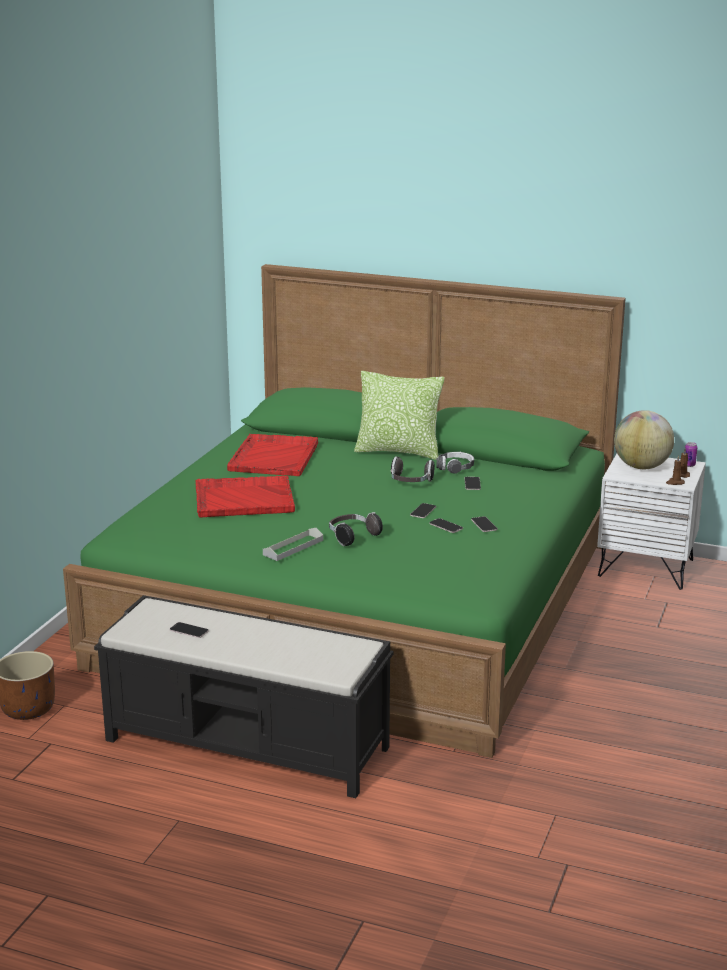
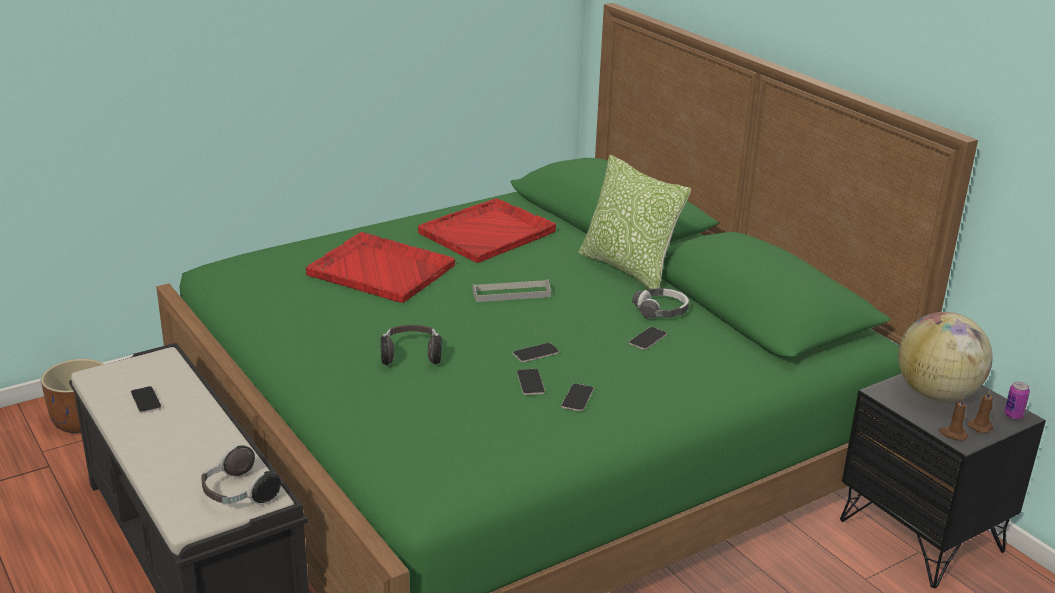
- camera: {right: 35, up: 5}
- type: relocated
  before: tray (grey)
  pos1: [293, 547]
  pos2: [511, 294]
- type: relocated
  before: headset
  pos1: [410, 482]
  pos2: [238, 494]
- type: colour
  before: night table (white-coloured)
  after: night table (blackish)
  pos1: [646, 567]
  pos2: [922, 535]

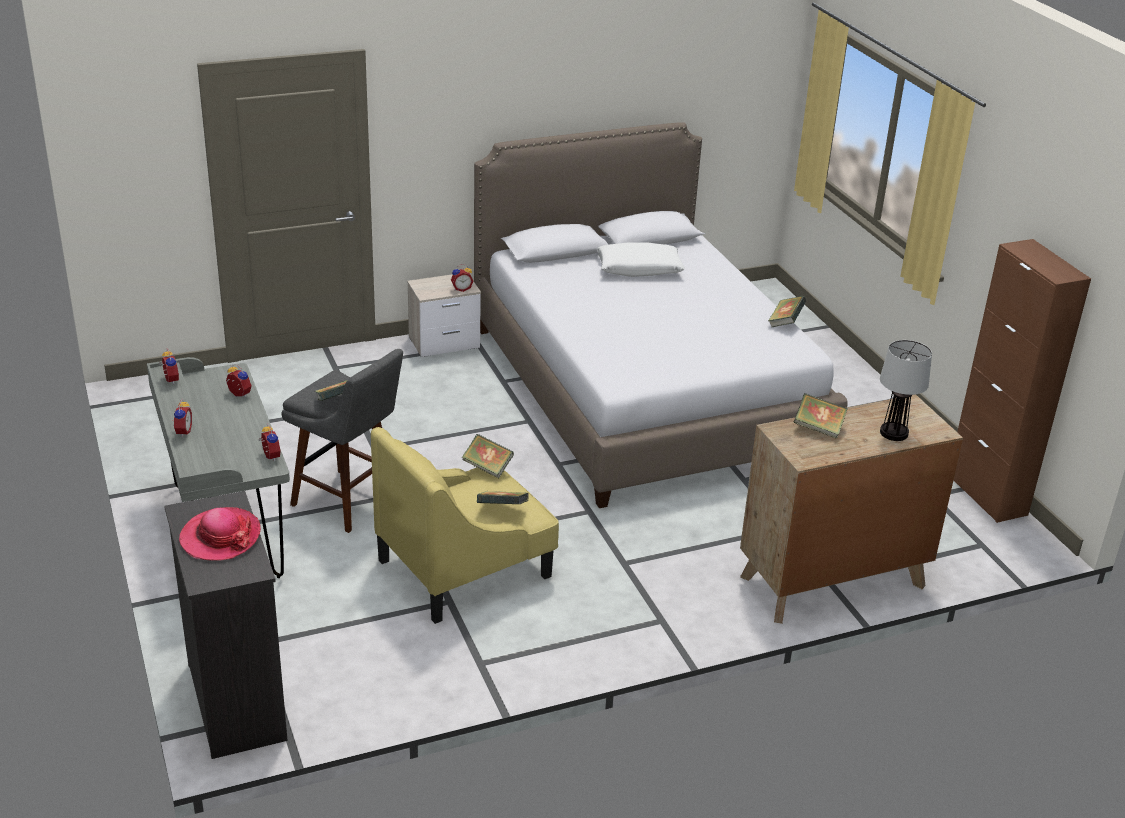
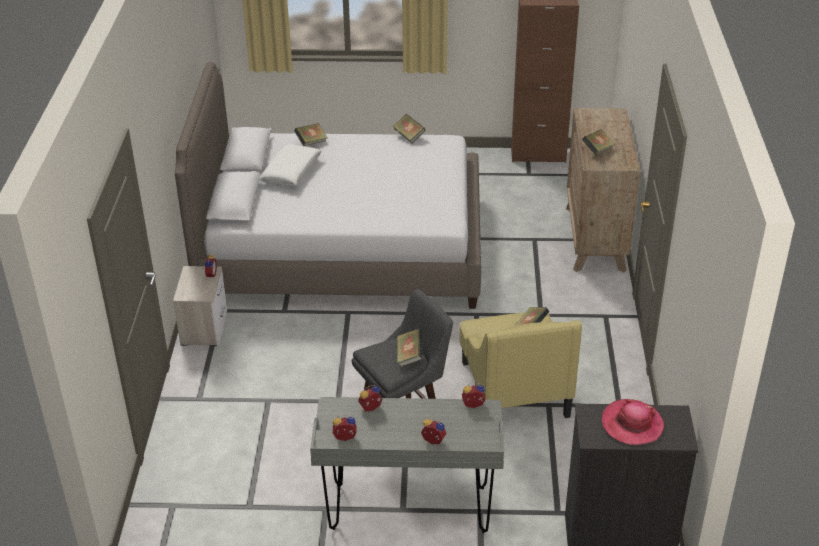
- camera: {right: -65, up: 5}
- type: relocated
  before: volume
  pos1: [487, 467]
  pos2: [311, 142]
- type: missing
  before: table lamp
  pos1: [894, 433]

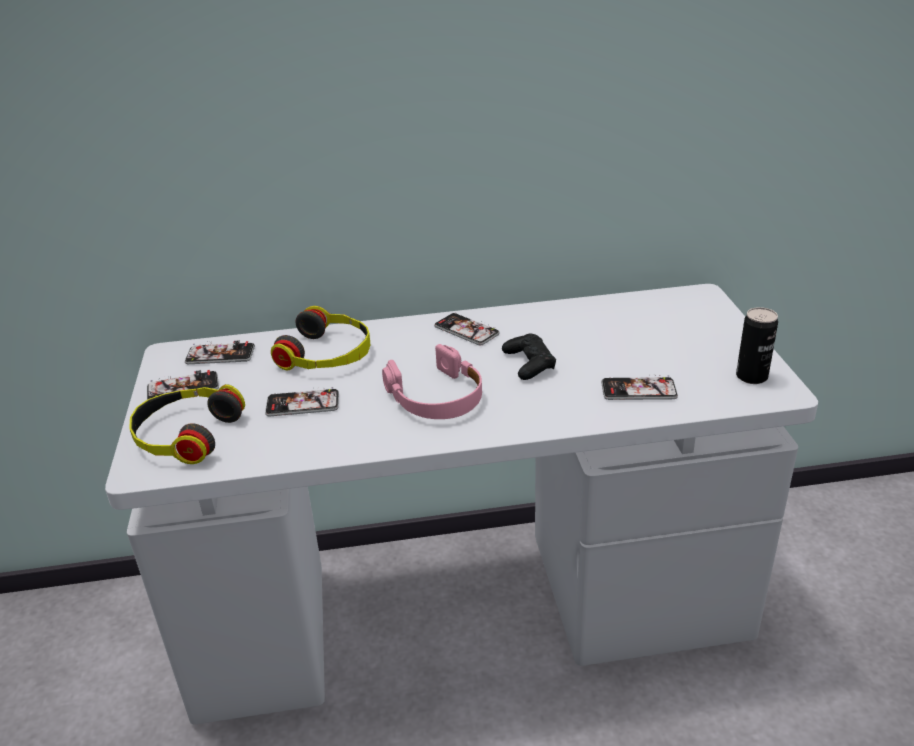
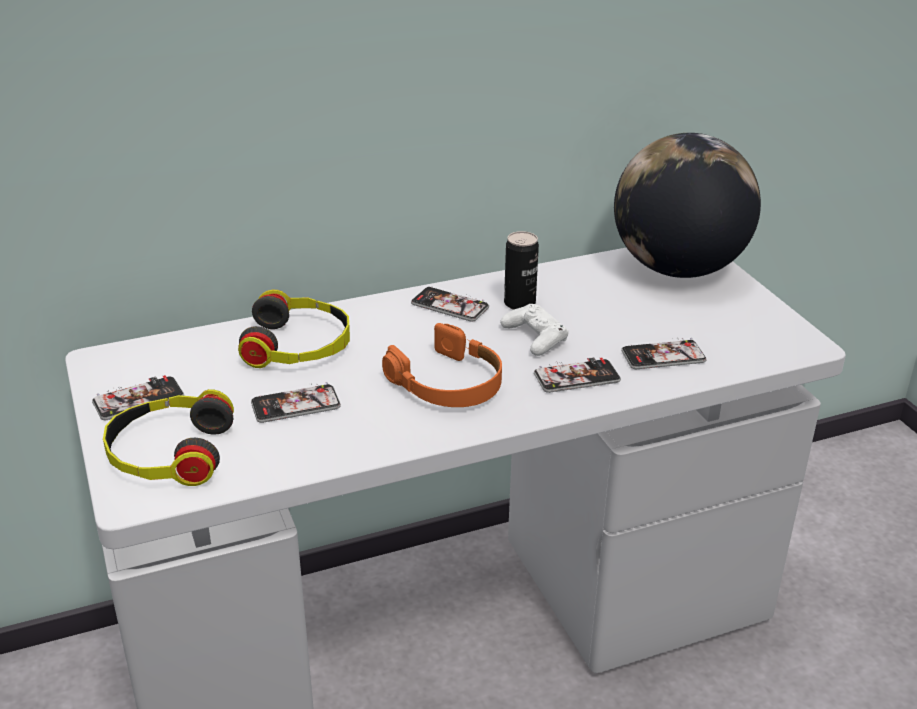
- camera: {right: -15, up: 0}
- type: relocated
  before: telephone
  pos1: [220, 355]
  pos2: [577, 377]
- type: colour
  before: headset (pink)
  after: headset (orange-coloured)
  pos1: [437, 397]
  pos2: [448, 383]
- type: colour
  before: game controller (blackish)
  after: game controller (white-coloured)
  pos1: [529, 363]
  pos2: [535, 337]
- type: relocated
  before: can
  pos1: [751, 376]
  pos2: [519, 303]
- type: appeared
  after: world globe
  pos2: [677, 268]

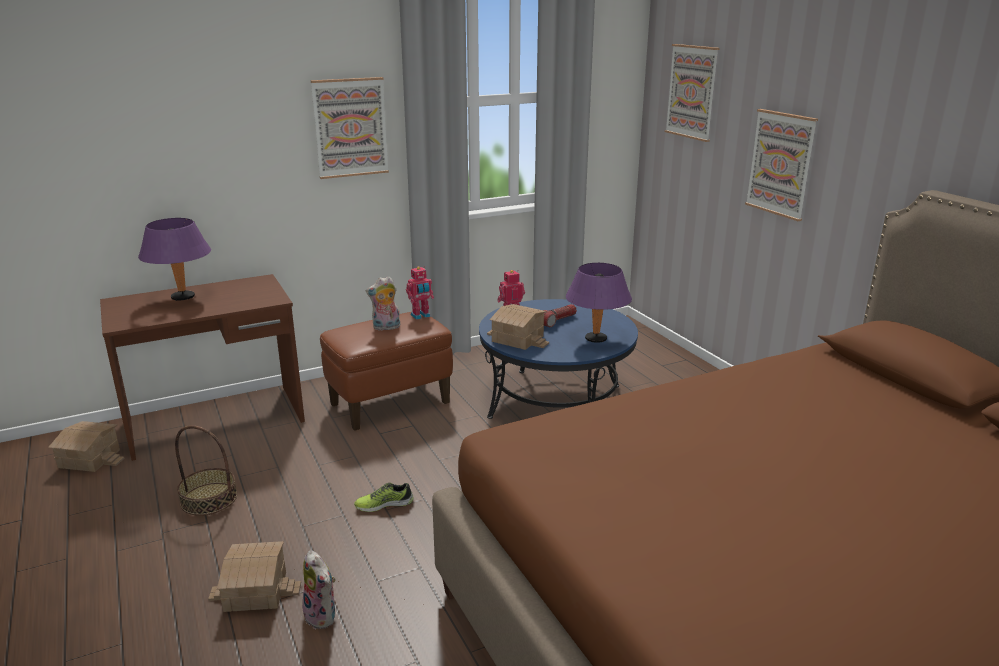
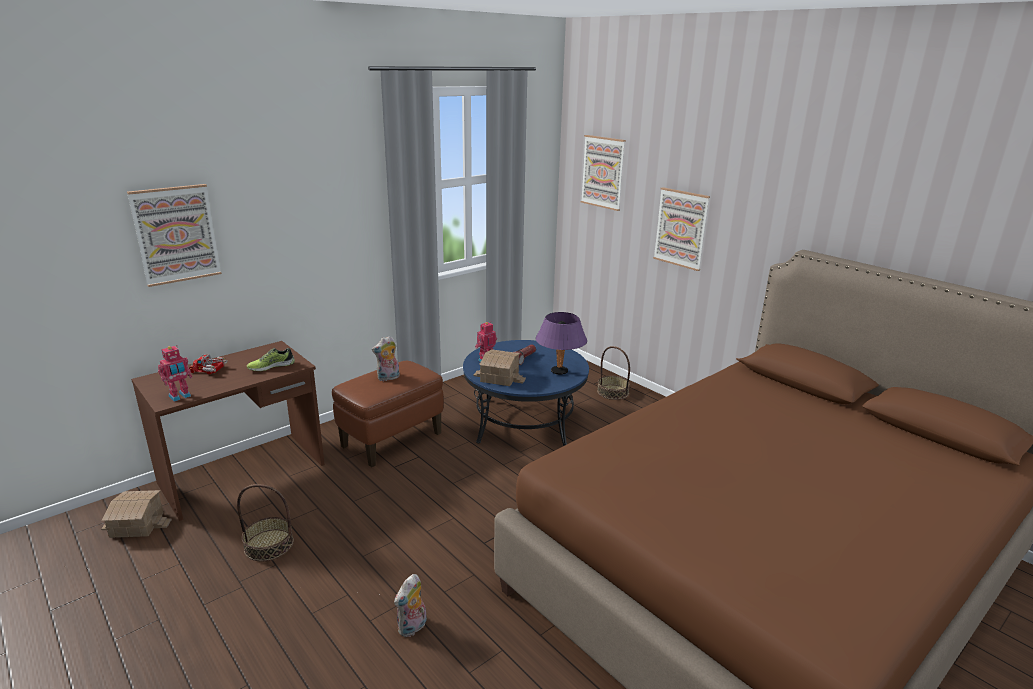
- camera: {right: -15, up: 0}
- type: exchanged
  before: table lamp (purple-coloured)
  after: model truck
  pos1: [182, 297]
  pos2: [211, 370]
- type: missing
  before: toy house
  pos1: [255, 590]
- type: spun
  before: cuddly toy
  pos1: [323, 616]
  pos2: [413, 628]
  turn: 90
- type: relocated
  before: wall picture
  pos1: [350, 127]
  pos2: [176, 234]
- type: relocated
  before: low shoe
  pos1: [384, 504]
  pos2: [271, 366]
- type: relocated
  before: model robot
  pos1: [421, 316]
  pos2: [180, 396]
- type: appeared
  after: basket
  pos2: [613, 392]

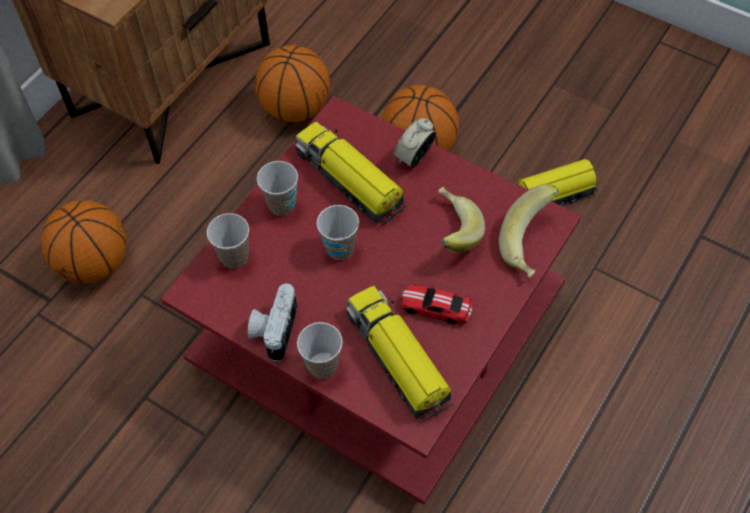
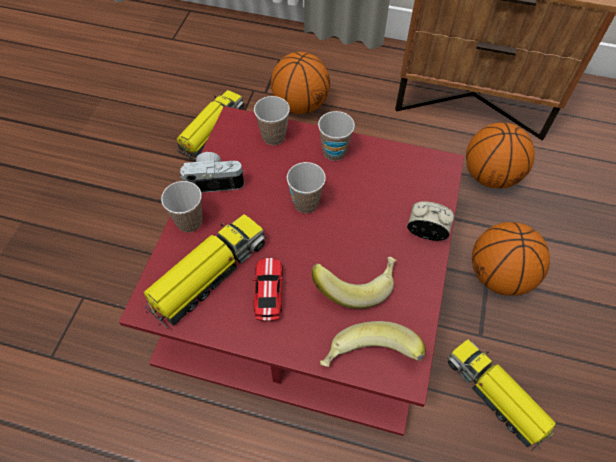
- camera: {right: 70, up: 0}
- type: relocated
  before: model truck
  pos1: [350, 181]
  pos2: [211, 130]

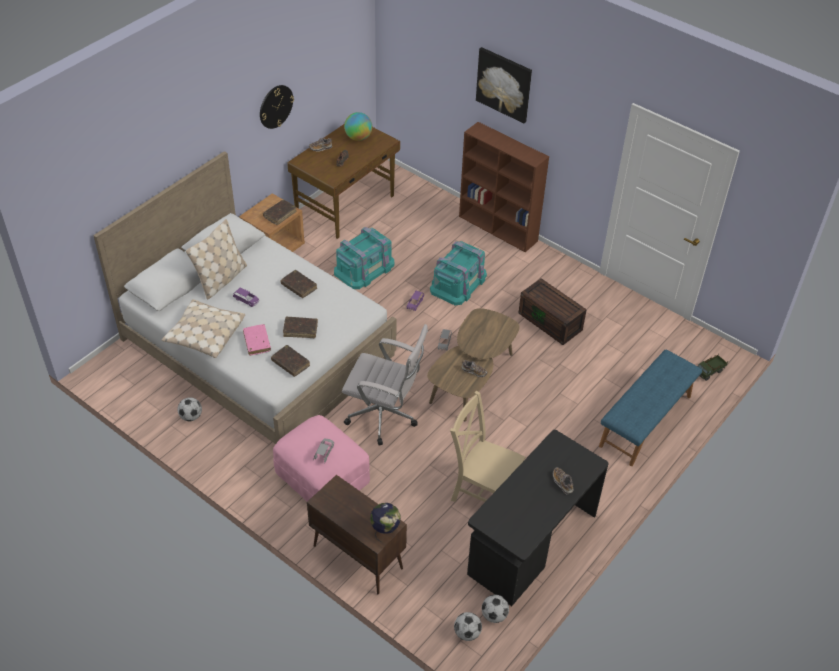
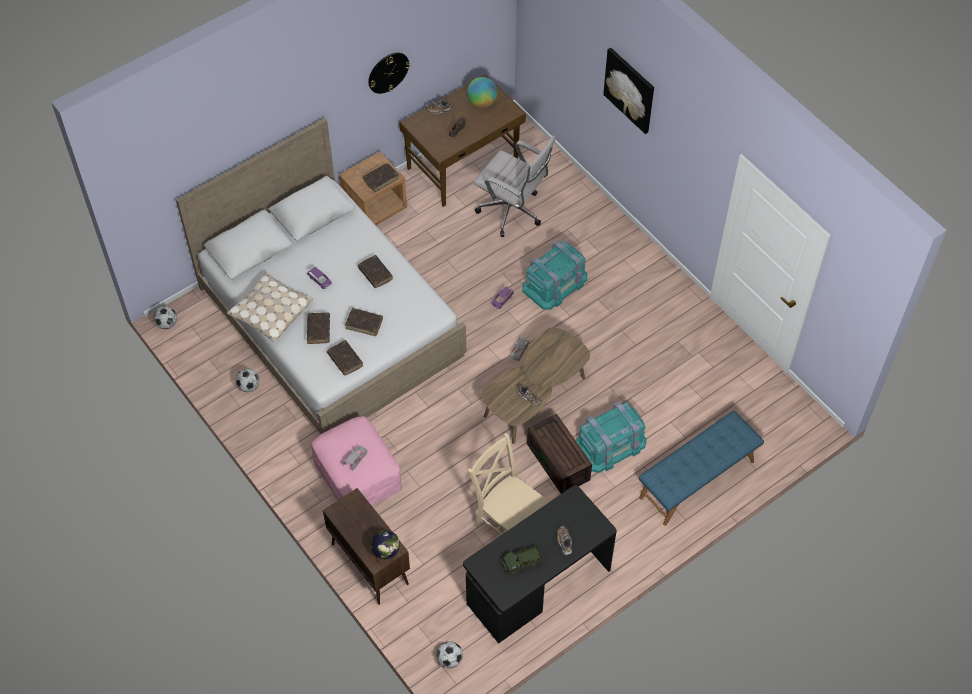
- camera: {right: 15, up: 10}
- type: missing
  before: throw pillow (beige-coloured)
  pos1: [221, 279]
- type: colour
  before: volume (pink)
  after: volume (brown-coloured)
  pos1: [257, 342]
  pos2: [318, 330]
- type: relocated
  before: storage bin (turquoise-coloured)
  pos1: [364, 268]
  pos2: [610, 444]
- type: relocated
  before: office chair (white-coloured)
  pos1: [385, 417]
  pos2: [513, 212]
- type: missing
  before: bookcase (brown-coloured)
  pos1: [498, 229]
- type: relocated
  before: football ball
  pos1: [494, 615]
  pos2: [167, 324]
- type: relocated
  before: storage bin (brown-coloured)
  pos1: [551, 321]
  pos2: [559, 462]
- type: relocated
  before: model truck
  pos1: [709, 372]
  pos2: [522, 563]

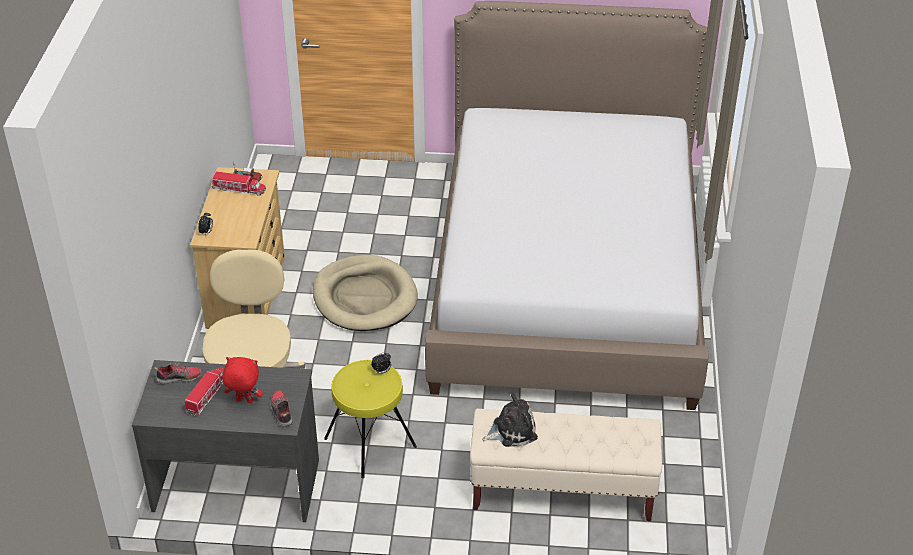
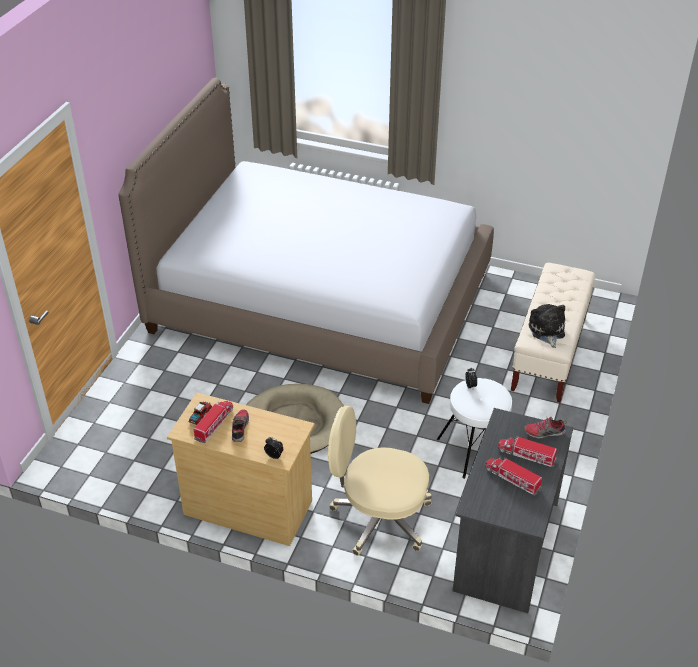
- camera: {right: -75, up: 0}
- type: relocated
  before: low shoe
  pos1: [179, 377]
  pos2: [239, 428]
- type: exchanged
  before: cuddly toy (red-coloured)
  after: model truck
  pos1: [244, 401]
  pos2: [526, 455]
- type: colour
  before: stool (yellow)
  after: stool (white-coloured)
  pos1: [370, 442]
  pos2: [474, 449]

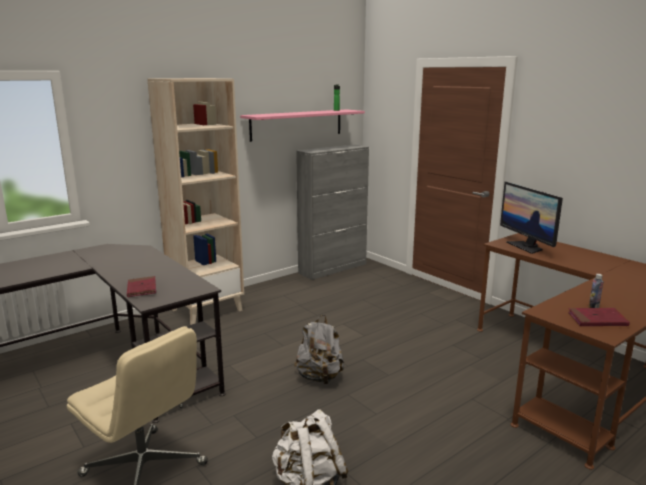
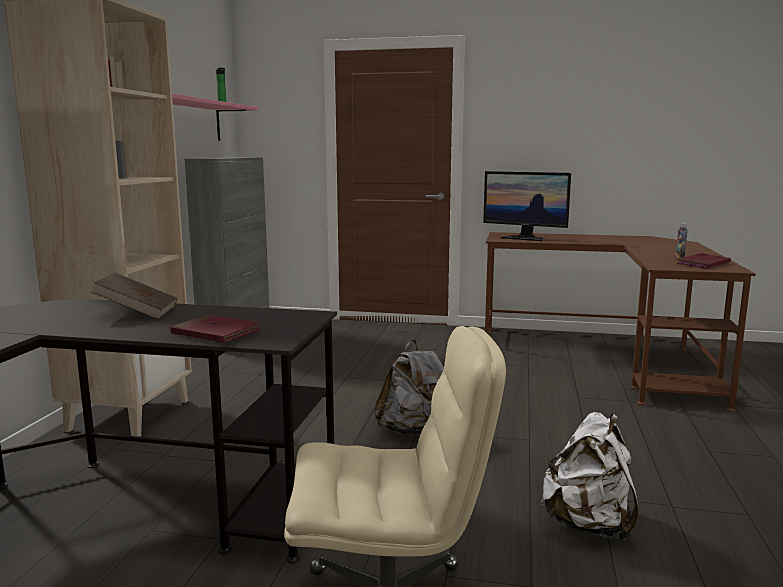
- camera: {right: -40, up: -5}
- type: appeared
  after: volume (brown-coloured)
  pos2: [137, 313]

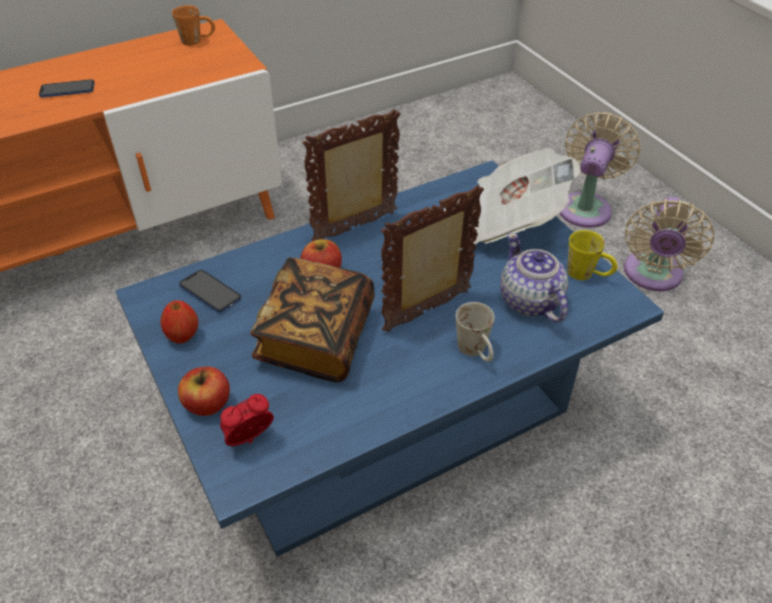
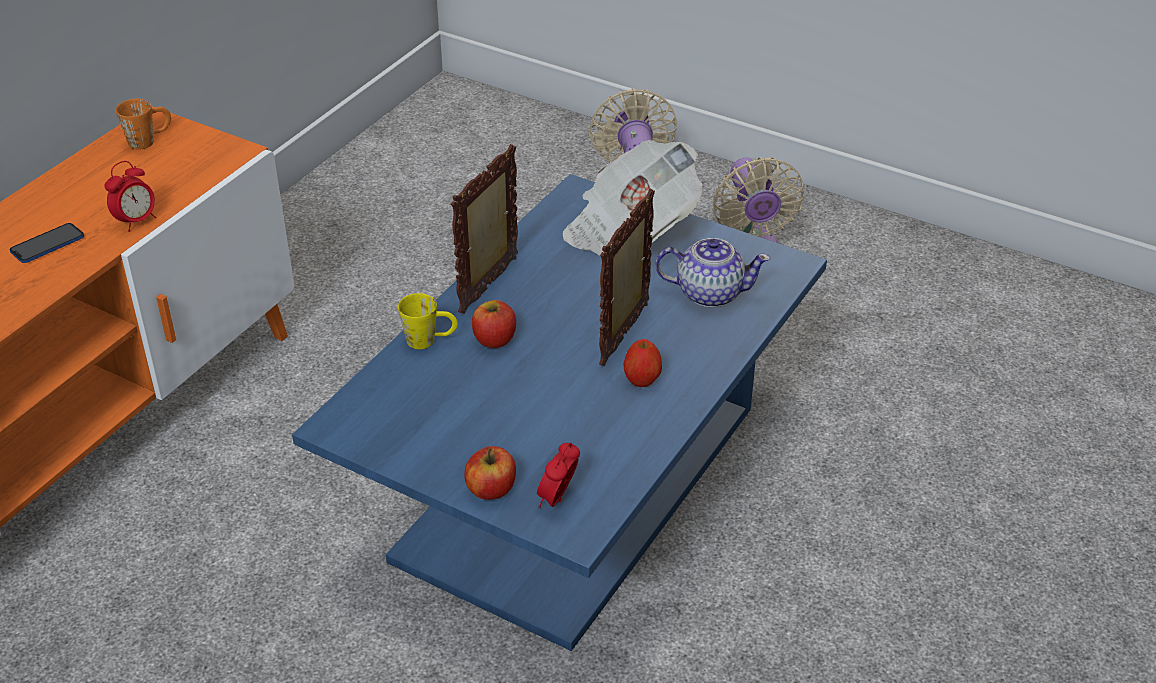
- camera: {right: -30, up: -5}
- type: relocated
  before: apple
  pos1: [183, 336]
  pos2: [642, 380]
- type: missing
  before: telephone
  pos1: [210, 292]
- type: missing
  before: volume
  pos1: [316, 338]
- type: missing
  before: tea mug (white-coloured)
  pos1: [476, 352]
- type: spun
  before: teapot
  pos1: [530, 302]
  pos2: [709, 293]
  turn: 150
- type: relocated
  before: tea mug (yellow)
  pos1: [588, 274]
  pos2: [430, 340]
- type: appeared
  after: alarm clock
  pos2: [136, 221]

